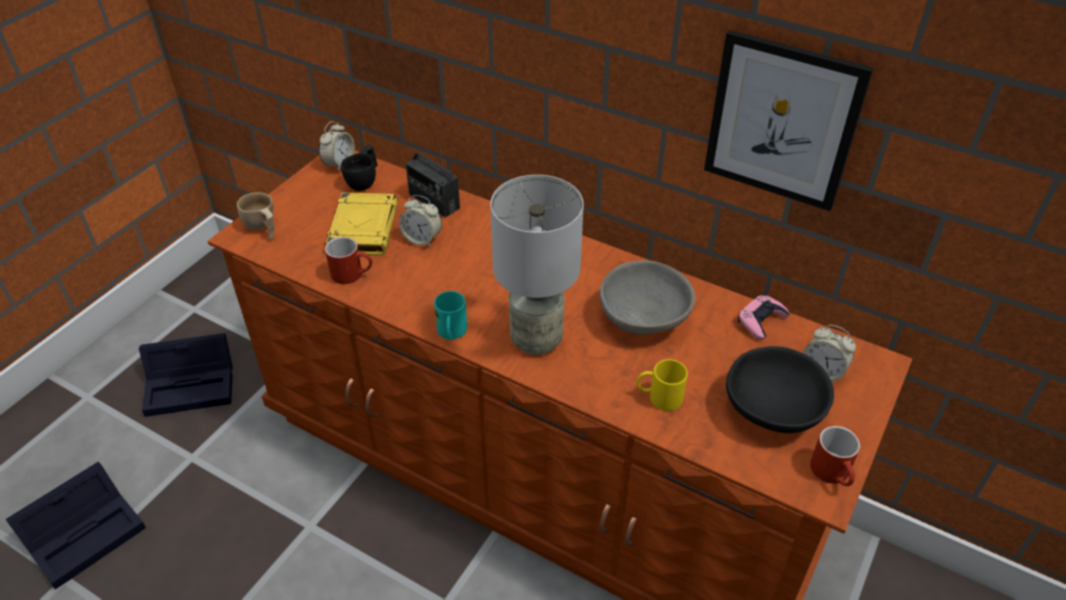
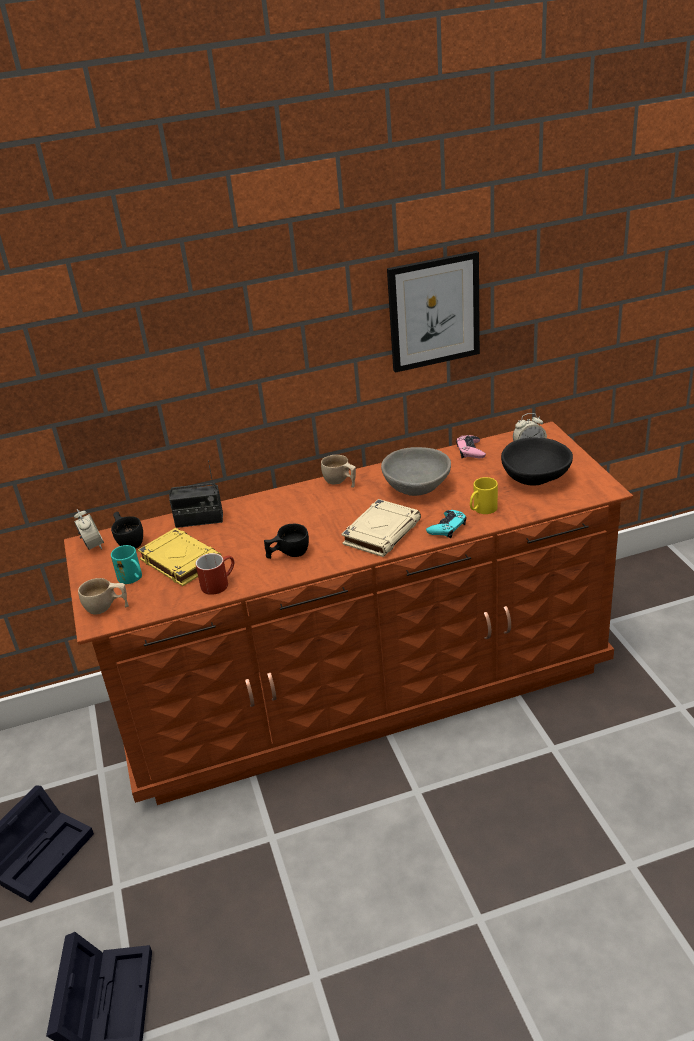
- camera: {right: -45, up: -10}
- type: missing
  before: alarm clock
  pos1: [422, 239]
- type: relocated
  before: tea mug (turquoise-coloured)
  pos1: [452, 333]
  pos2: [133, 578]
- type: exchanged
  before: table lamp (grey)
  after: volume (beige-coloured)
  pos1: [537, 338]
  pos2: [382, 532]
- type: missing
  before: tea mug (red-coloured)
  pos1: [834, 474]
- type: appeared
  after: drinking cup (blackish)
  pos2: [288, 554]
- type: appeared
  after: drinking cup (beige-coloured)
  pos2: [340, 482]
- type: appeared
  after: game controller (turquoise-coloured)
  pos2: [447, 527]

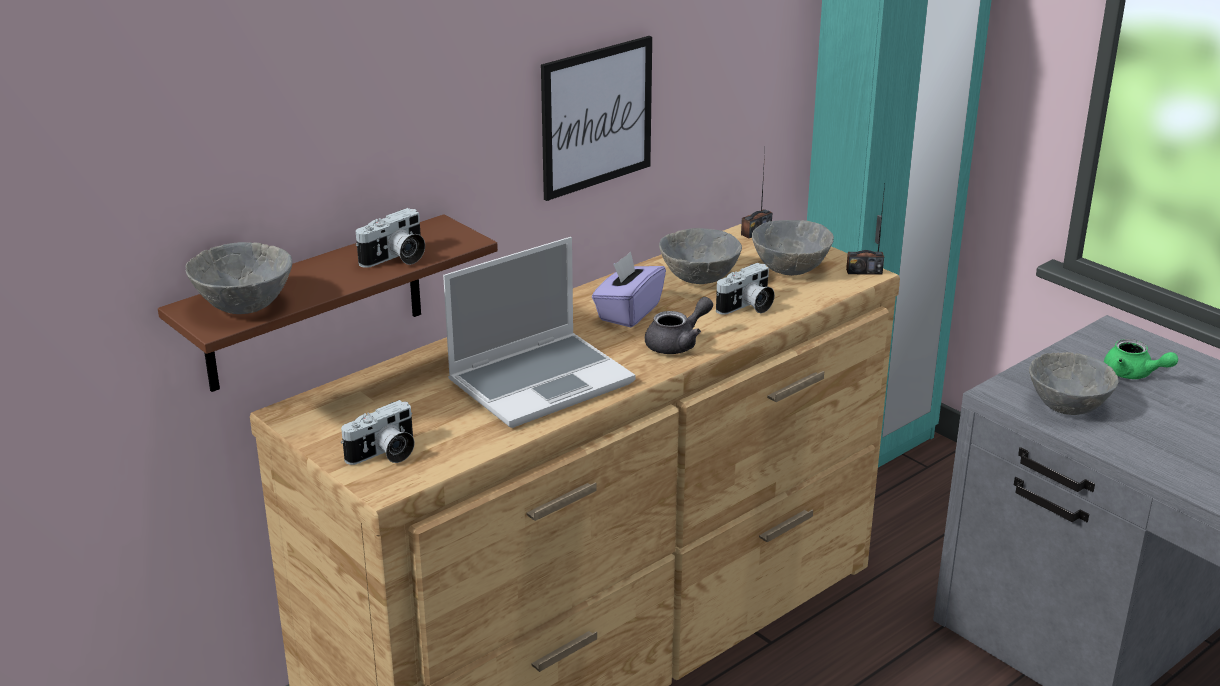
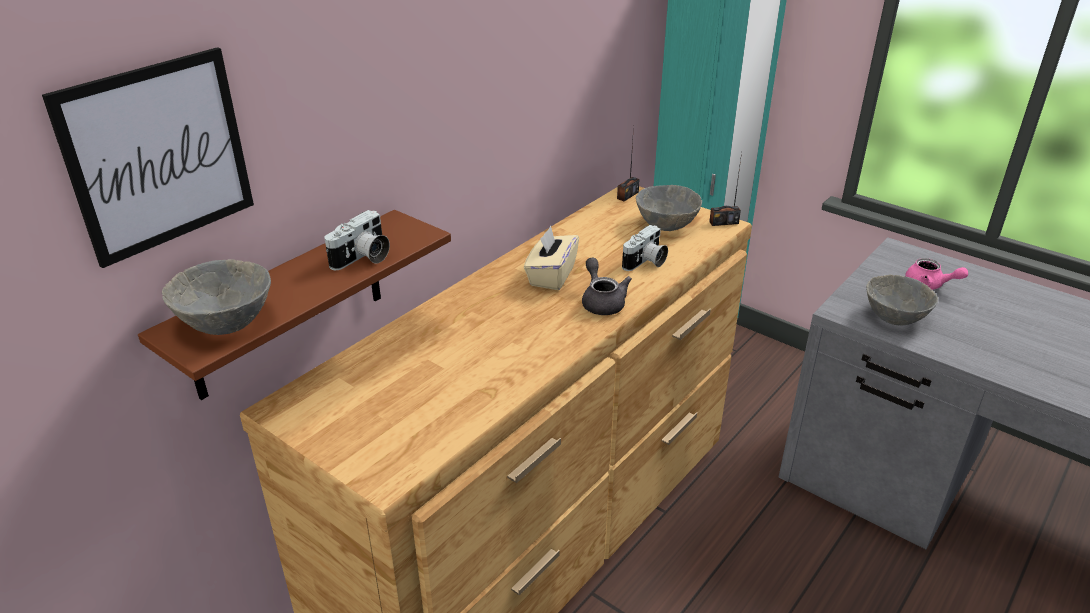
- camera: {right: -10, up: 5}
- type: missing
  before: photo camera
  pos1: [384, 454]
- type: missing
  before: notebook computer
  pos1: [541, 381]
- type: relocated
  before: wall picture
  pos1: [596, 117]
  pos2: [158, 155]
- type: colour
  before: box of tissues (purple-coloured)
  after: box of tissues (beige-coloured)
  pos1: [628, 312]
  pos2: [551, 276]
- type: spun
  before: teapot (grey)
  pos1: [678, 343]
  pos2: [602, 302]
  turn: -60
- type: missing
  before: bowl (grey)
  pos1: [699, 277]
- type: colour
  before: teapot (greenish)
  after: teapot (pink)
  pos1: [1133, 374]
  pos2: [929, 285]

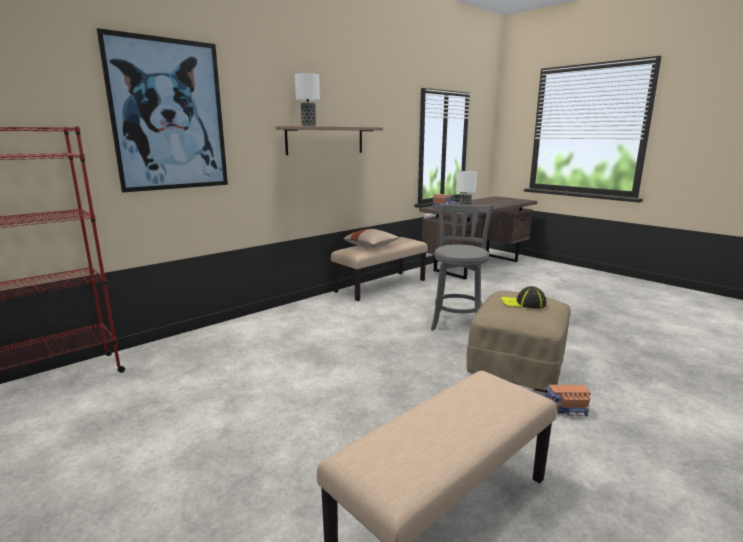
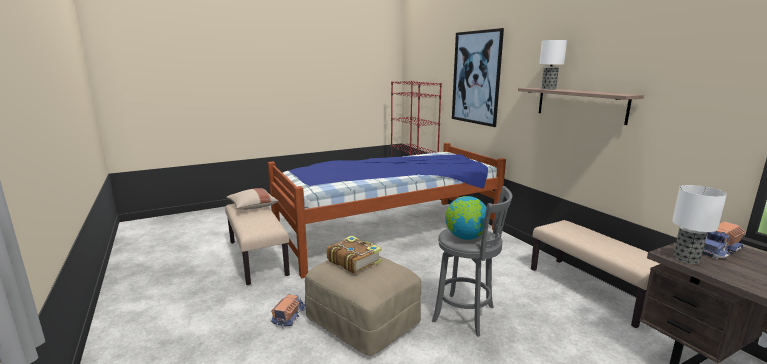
- camera: {right: 105, up: 0}
- type: relocated
  before: throw pillow (beige-coloured)
  pos1: [371, 246]
  pos2: [252, 207]
- type: exchanged
  before: cap
  after: volume
  pos1: [523, 303]
  pos2: [354, 261]
- type: appeared
  after: bedroom bed
  pos2: [387, 232]
- type: appeared
  after: world globe
  pos2: [465, 237]

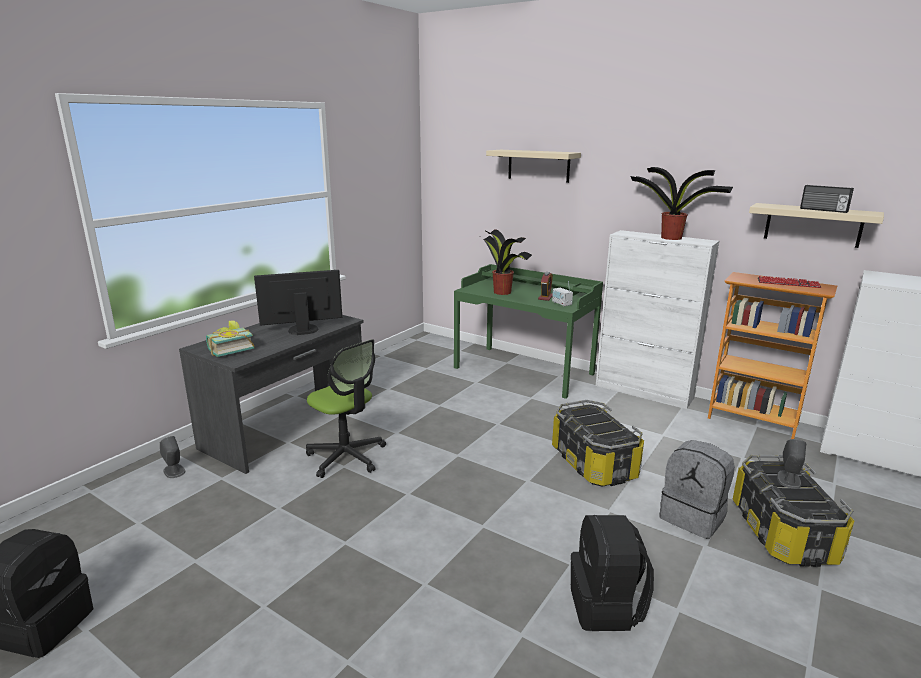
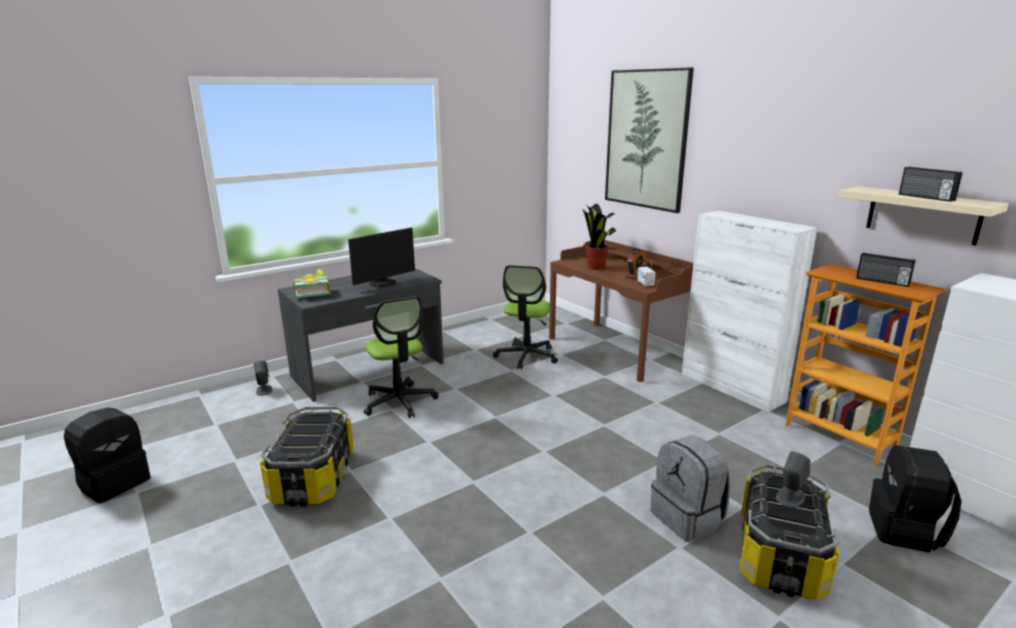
- camera: {right: 20, up: 0}
- type: spun
  before: computer screen
  pos1: [303, 329]
  pos2: [383, 283]
  turn: 135
- type: colour
  before: desk table (greenish)
  after: desk table (brown-coloured)
  pos1: [524, 370]
  pos2: [616, 349]
- type: exchanged
  before: bracket shelf (beige-coloured)
  after: wall picture
  pos1: [538, 165]
  pos2: [646, 139]
- type: relocated
  before: storage bin
  pos1: [594, 463]
  pos2: [314, 478]
- type: relocated
  before: backpack (blackish)
  pos1: [606, 607]
  pos2: [905, 531]
- type: missing
  before: plant in a pot
  pos1: [672, 238]
- type: exchanged
  before: keyboard
  after: radio
  pos1: [788, 283]
  pos2: [882, 281]
- type: appeared
  after: office chair
  pos2: [526, 356]

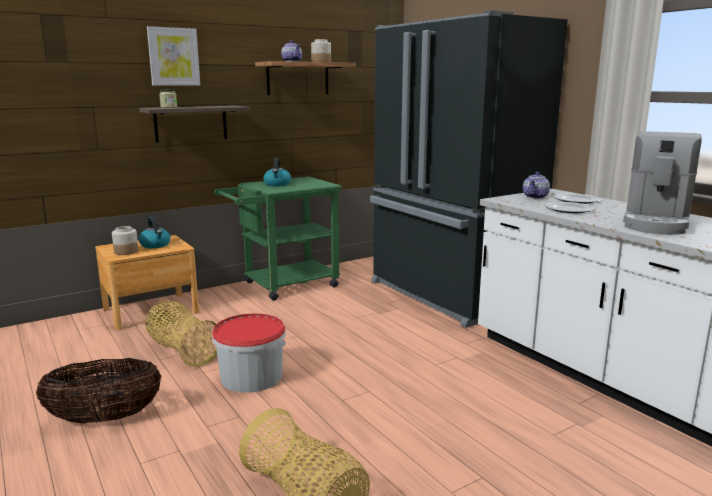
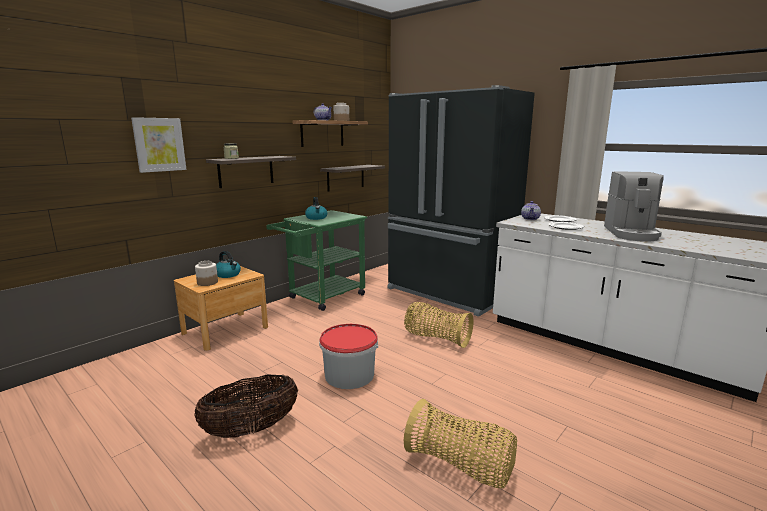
- camera: {right: -15, up: 0}
- type: relocated
  before: basket
  pos1: [183, 351]
  pos2: [436, 338]
- type: relocated
  before: wall picture
  pos1: [173, 57]
  pos2: [159, 144]
- type: appeared
  after: bracket shelf
  pos2: [345, 177]

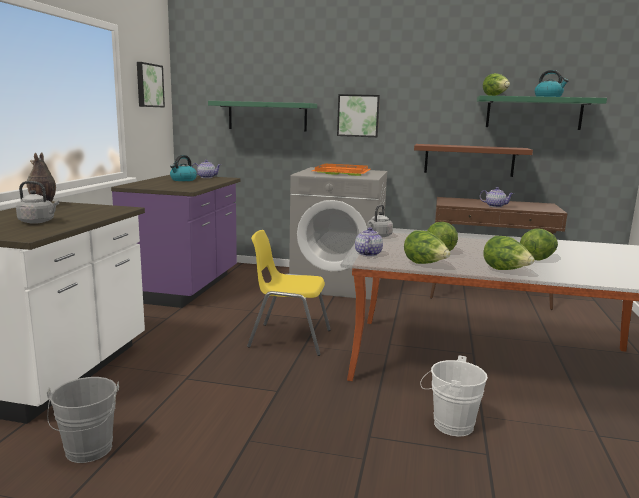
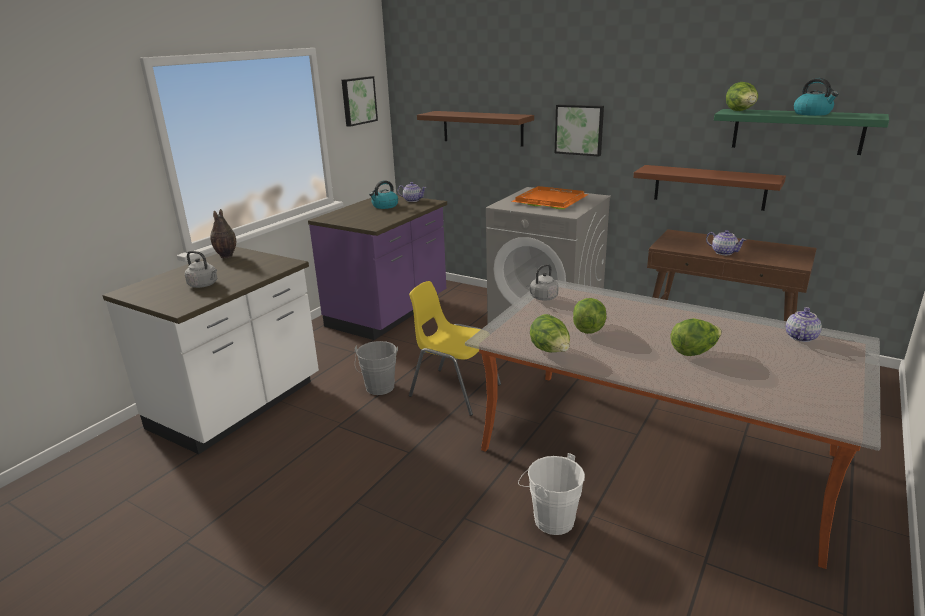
- camera: {right: 20, up: 10}
- type: relocated
  before: bucket (grey)
  pos1: [88, 452]
  pos2: [379, 389]
- type: colour
  before: bracket shelf (greenish)
  after: bracket shelf (brown-coloured)
  pos1: [267, 116]
  pos2: [482, 128]
- type: relocated
  before: teapot
  pos1: [367, 254]
  pos2: [800, 337]
- type: missing
  before: lettuce
  pos1: [505, 270]

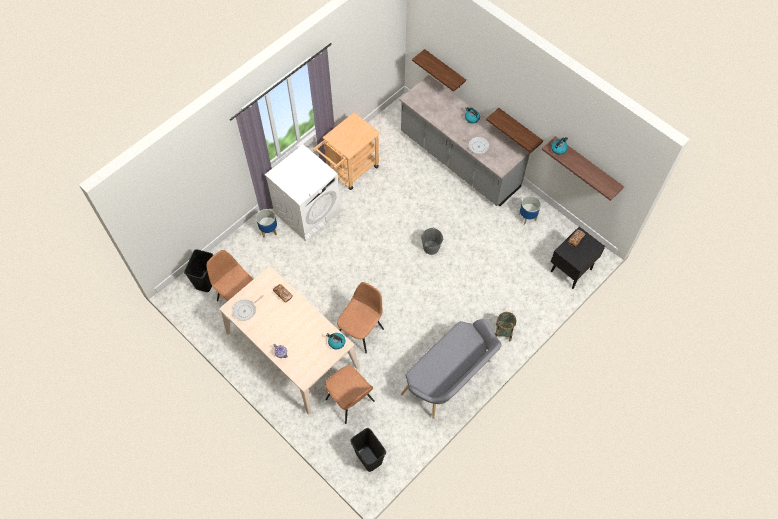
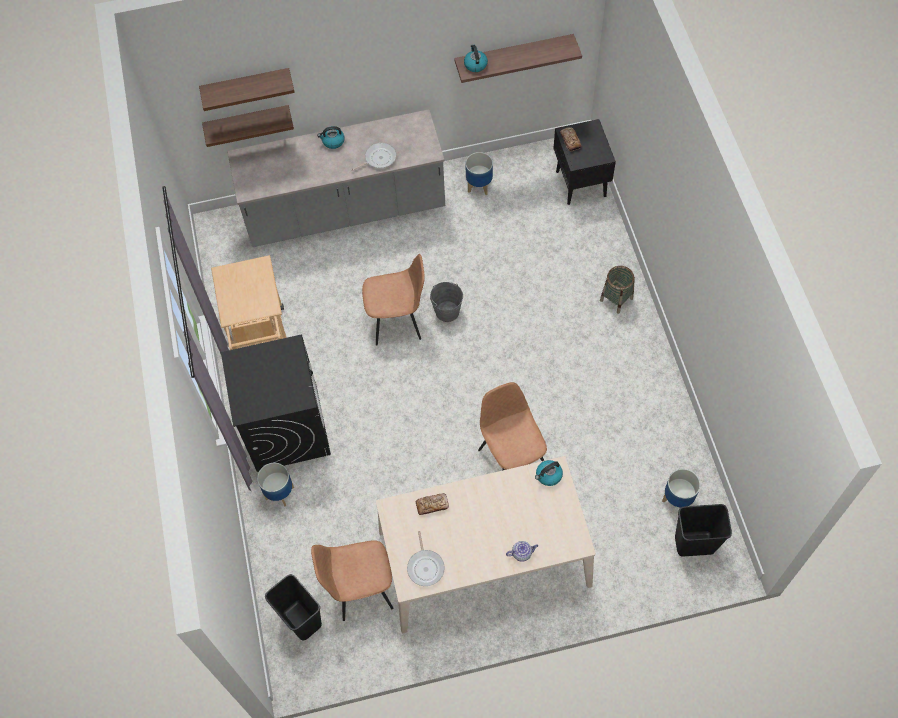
- camera: {right: -55, up: 0}
- type: colour
  before: washing machine (white-coloured)
  after: washing machine (blackish)
  pos1: [308, 211]
  pos2: [286, 427]
- type: relocated
  before: upright chair (brown-coloured)
  pos1: [350, 401]
  pos2: [397, 320]
- type: missing
  before: bench (grey)
  pos1: [450, 379]
- type: relocated
  before: bracket shelf
  pos1: [519, 129]
  pos2: [246, 86]
- type: appeared
  after: flower pot
  pos2: [677, 500]

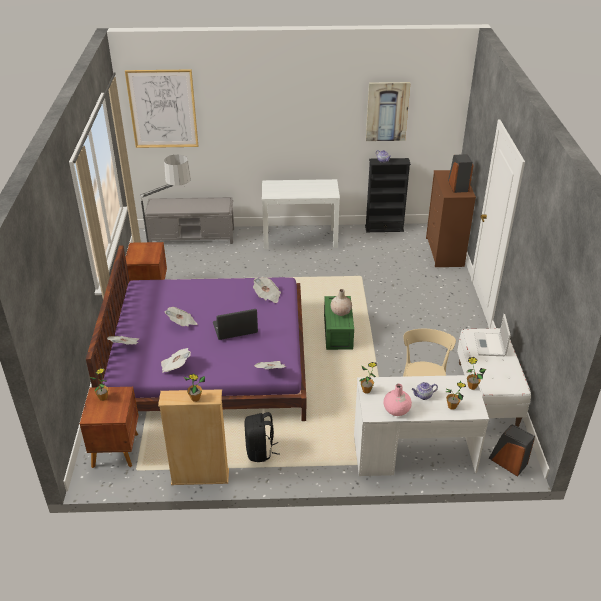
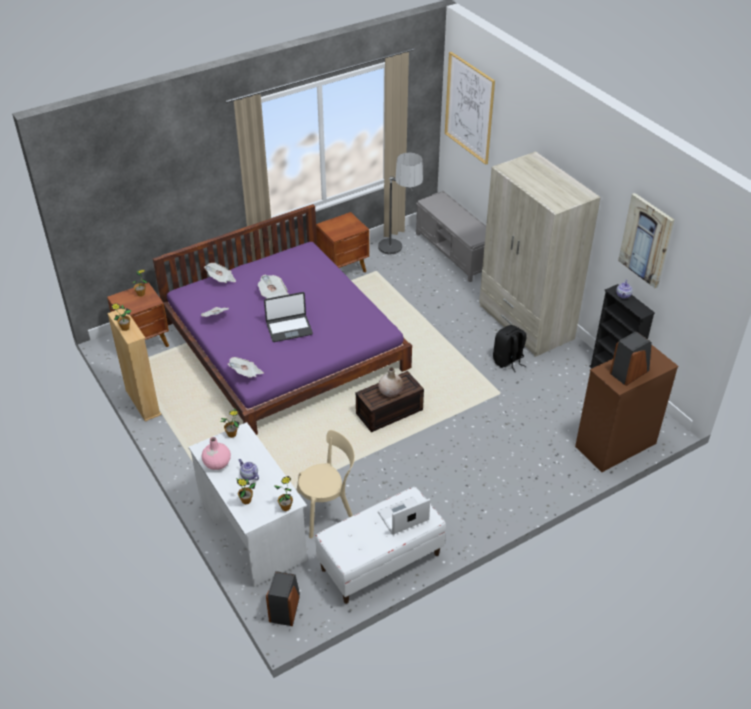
- camera: {right: 60, up: 5}
- type: spun
  before: notebook computer
  pos1: [235, 328]
  pos2: [289, 328]
  turn: 120
- type: relocated
  before: backpack (blackish)
  pos1: [260, 451]
  pos2: [508, 361]
- type: missing
  before: newspaper
  pos1: [267, 296]
- type: exchanged
  before: console table (white-coloured)
  after: armoire (beige-coloured)
  pos1: [300, 238]
  pos2: [525, 323]
- type: colour
  before: storage bin (greenish)
  after: storage bin (brown-coloured)
  pos1: [339, 333]
  pos2: [389, 413]

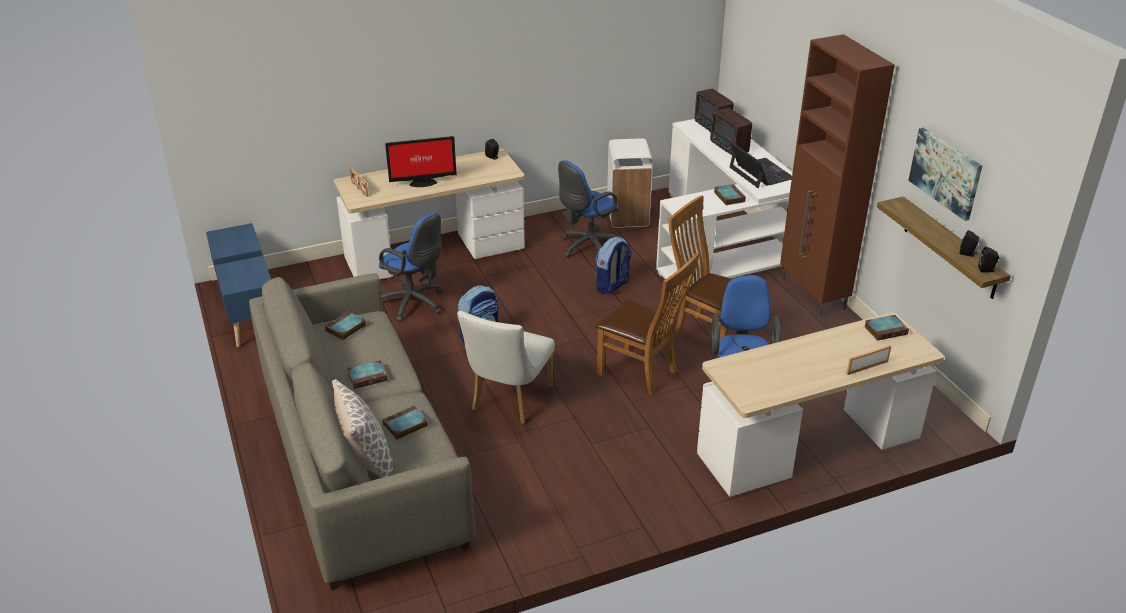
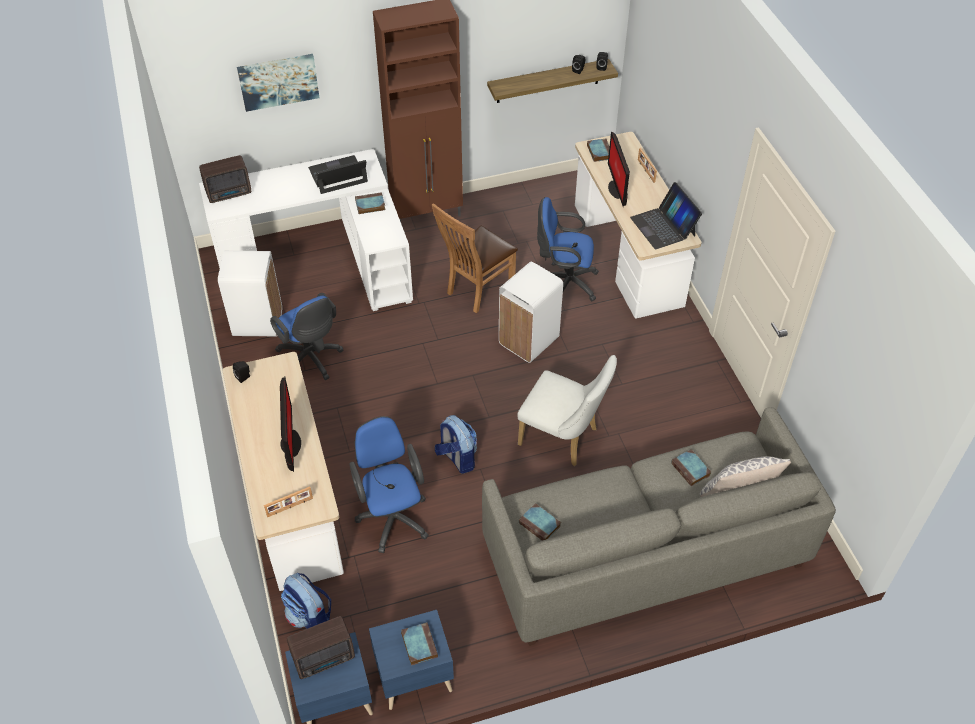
- camera: {right: -85, up: 15}
- type: relocated
  before: volume
  pos1: [368, 377]
  pos2: [418, 644]
- type: spun
  before: office chair (blue-coloured)
  pos1: [415, 304]
  pos2: [392, 515]
  turn: -60
- type: relocated
  before: backpack
  pos1: [612, 286]
  pos2: [309, 616]
- type: exchanged
  before: upright chair (brown-coloured)
  after: trash can (white-coloured)
  pos1: [641, 373]
  pos2: [529, 341]
- type: relocated
  before: radio
  pos1: [729, 148]
  pos2: [325, 659]
- type: relocated
  before: wall picture
  pos1: [945, 173]
  pos2: [278, 81]
- type: appeared
  after: computer screen
  pos2: [617, 189]
- type: appeared
  after: notebook computer
  pos2: [663, 226]

